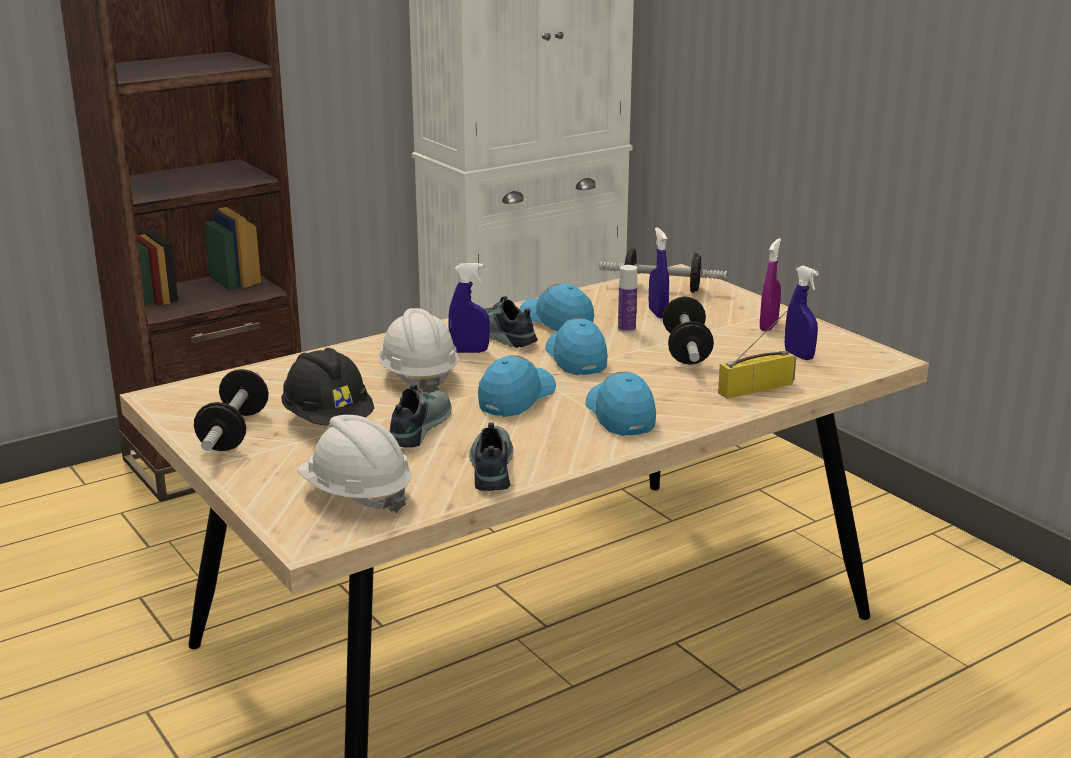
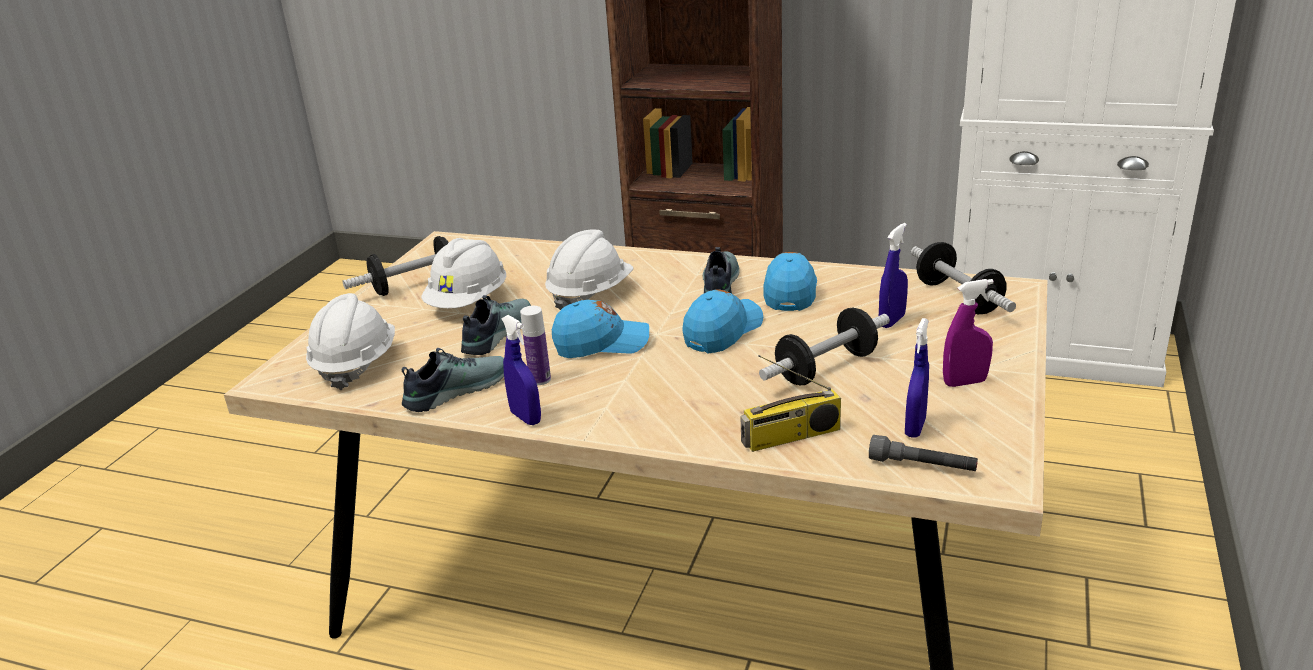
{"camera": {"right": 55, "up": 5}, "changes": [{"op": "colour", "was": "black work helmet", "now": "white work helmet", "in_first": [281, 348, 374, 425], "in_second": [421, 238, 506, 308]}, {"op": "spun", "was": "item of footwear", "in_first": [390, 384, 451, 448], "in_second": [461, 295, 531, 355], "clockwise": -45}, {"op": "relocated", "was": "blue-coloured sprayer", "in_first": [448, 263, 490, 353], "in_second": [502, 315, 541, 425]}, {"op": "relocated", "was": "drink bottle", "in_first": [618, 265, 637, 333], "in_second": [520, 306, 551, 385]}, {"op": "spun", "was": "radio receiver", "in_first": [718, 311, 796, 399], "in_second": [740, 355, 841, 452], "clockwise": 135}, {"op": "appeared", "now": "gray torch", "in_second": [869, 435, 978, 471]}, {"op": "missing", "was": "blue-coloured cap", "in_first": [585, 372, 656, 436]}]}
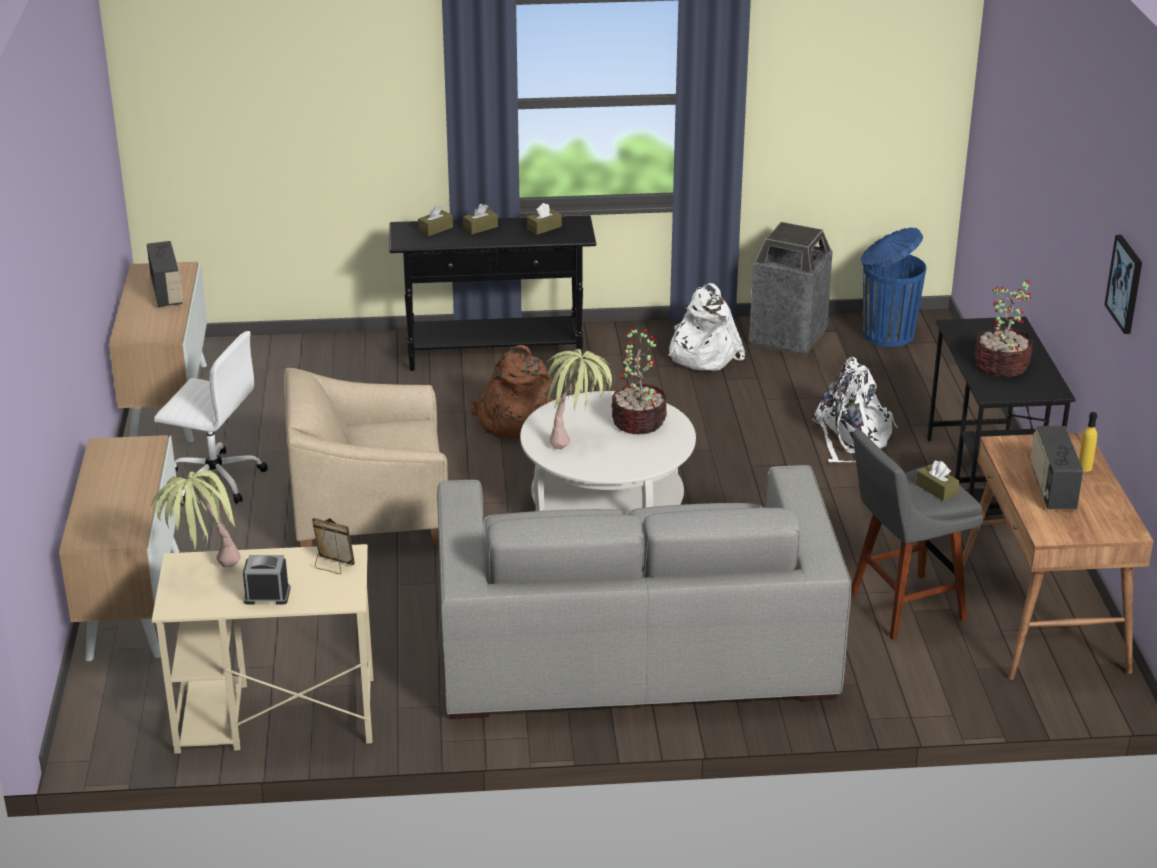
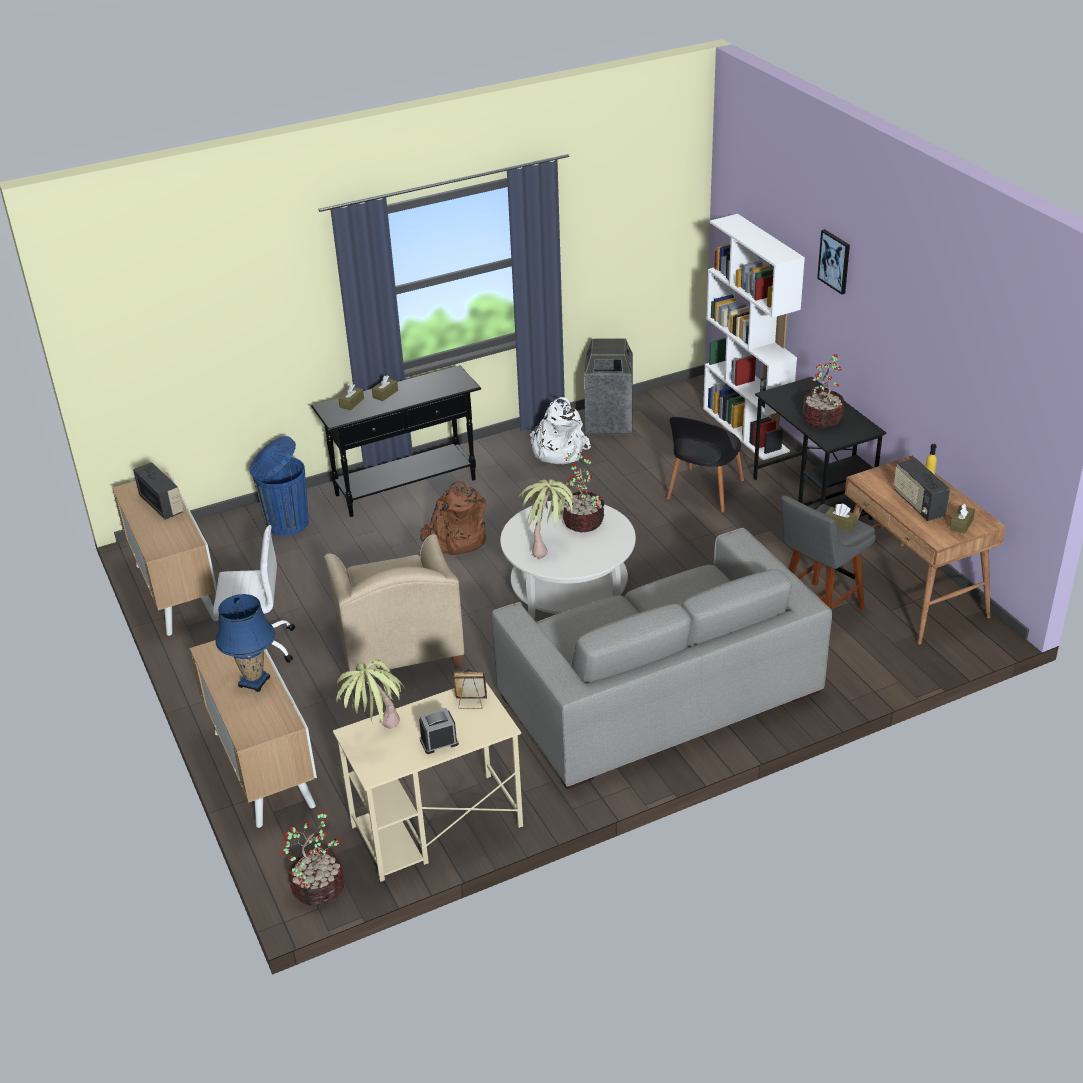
{"camera": {"right": -20, "up": 5}, "changes": [{"op": "appeared", "now": "blue-coloured tabletop lamp", "in_second": [215, 594, 276, 692]}, {"op": "relocated", "was": "blue-coloured trash can", "in_first": [861, 227, 926, 347], "in_second": [249, 436, 309, 536]}, {"op": "appeared", "now": "houseplant", "in_second": [280, 811, 344, 906]}, {"op": "spun", "was": "beige-coloured armchair", "in_first": [284, 368, 448, 547], "in_second": [324, 534, 464, 687], "clockwise": -75}, {"op": "exchanged", "was": "white backpack", "now": "black plain chair", "in_first": [812, 357, 898, 462], "in_second": [666, 417, 744, 513]}, {"op": "appeared", "now": "white shelving unit", "in_second": [703, 214, 805, 460]}, {"op": "relocated", "was": "wall art", "in_first": [1104, 235, 1142, 334], "in_second": [817, 229, 850, 295]}, {"op": "relocated", "was": "brown tissue box", "in_first": [527, 203, 562, 235], "in_second": [950, 503, 975, 534]}]}
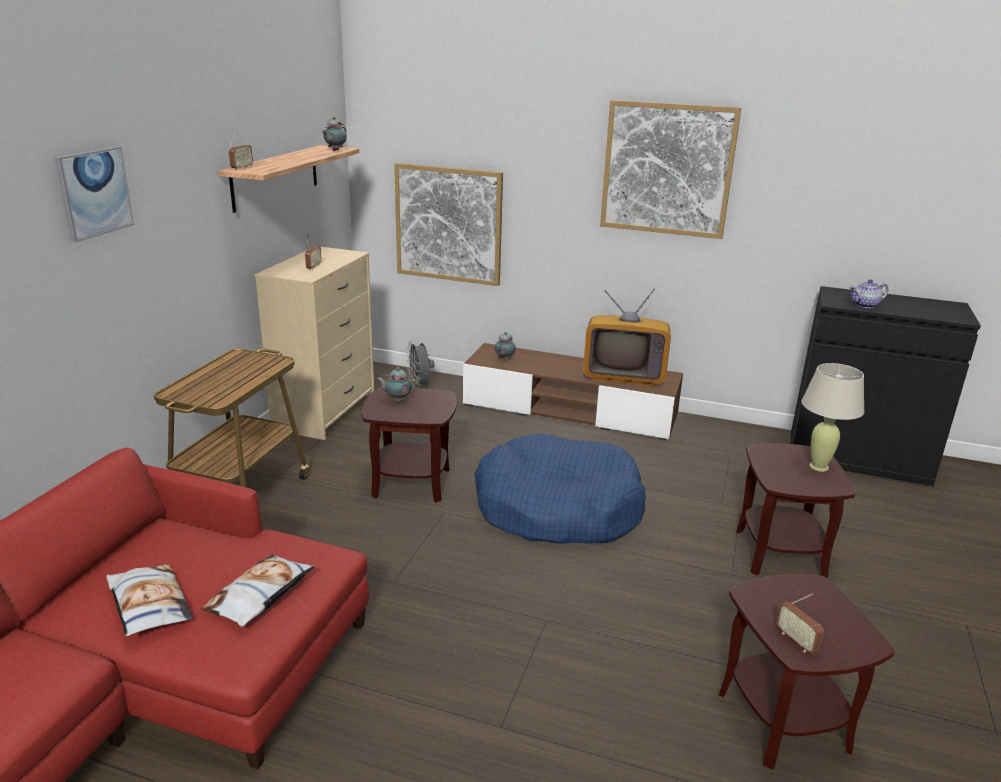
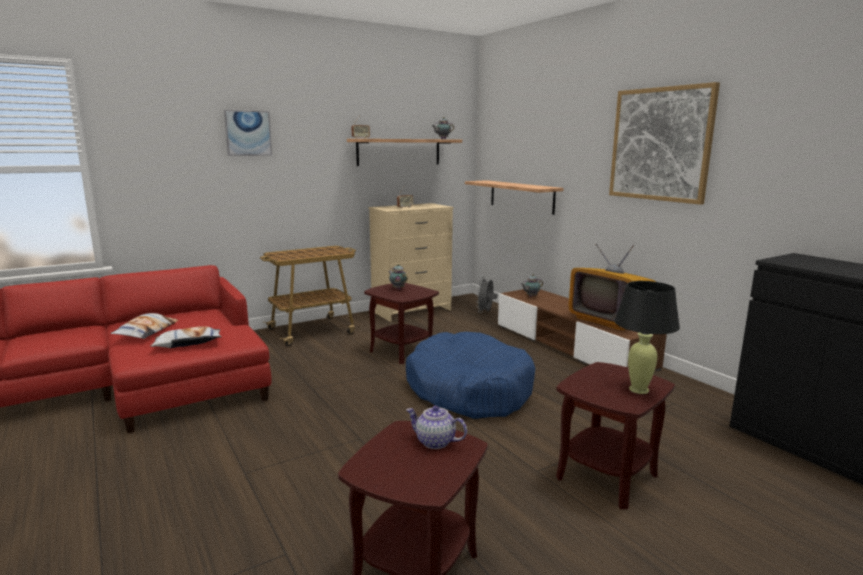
{"camera": {"right": 40, "up": -10}, "changes": [{"op": "relocated", "was": "tea pot", "in_first": [849, 279, 888, 308], "in_second": [406, 405, 467, 449]}, {"op": "exchanged", "was": "wall art", "now": "shelf", "in_first": [394, 163, 503, 286], "in_second": [465, 180, 563, 215]}, {"op": "colour", "was": "beige-coloured tabletop lamp", "now": "black tabletop lamp", "in_first": [801, 363, 865, 472], "in_second": [615, 281, 680, 394]}, {"op": "missing", "was": "radio receiver", "in_first": [776, 594, 824, 653]}]}
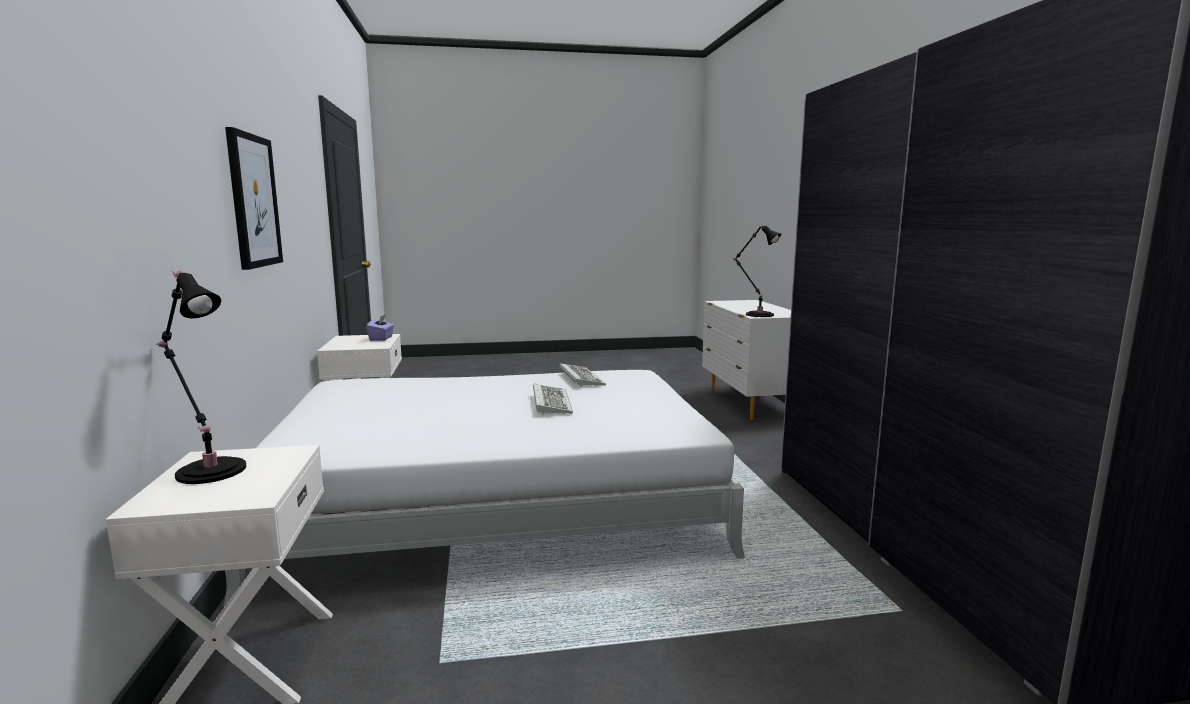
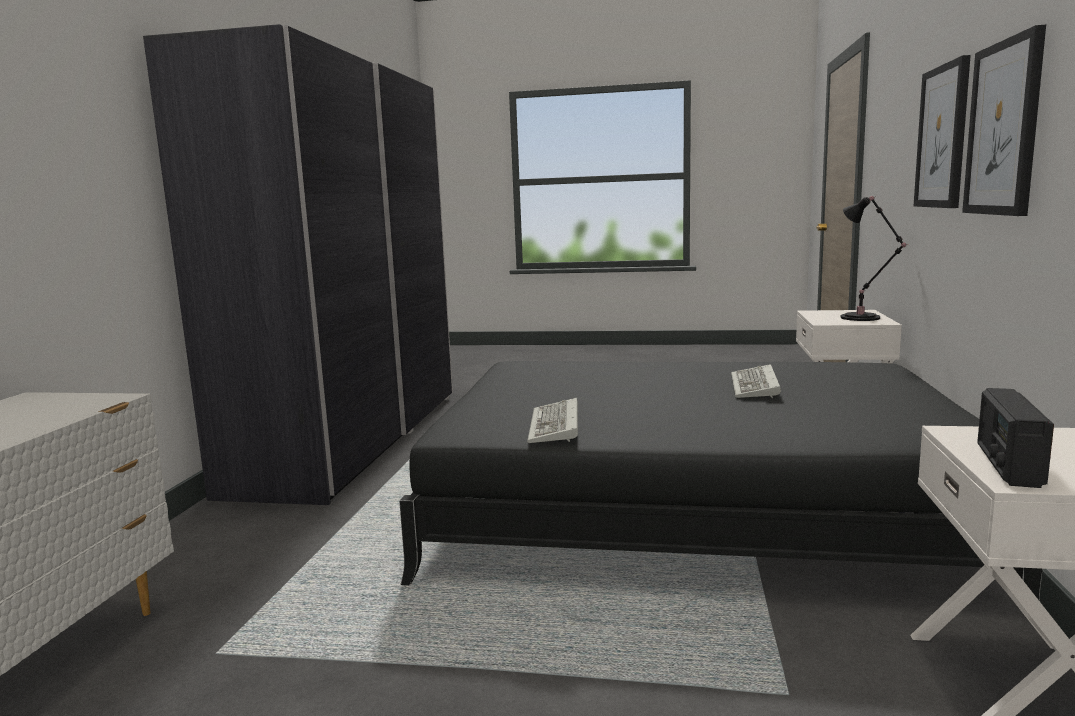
{"camera": {"right": -160, "up": 0}, "changes": [{"op": "colour", "was": "white bed", "now": "black bed", "in_first": [223, 370, 745, 607], "in_second": [399, 361, 1043, 601]}, {"op": "relocated", "was": "computer keyboard", "in_first": [533, 384, 573, 415], "in_second": [731, 364, 781, 398]}, {"op": "appeared", "now": "wall art", "in_second": [914, 55, 971, 208]}, {"op": "exchanged", "was": "purplish tissue box", "now": "radio receiver", "in_first": [366, 314, 394, 341], "in_second": [977, 388, 1054, 488]}, {"op": "missing", "was": "black tabletop lamp", "in_first": [734, 225, 781, 317]}]}
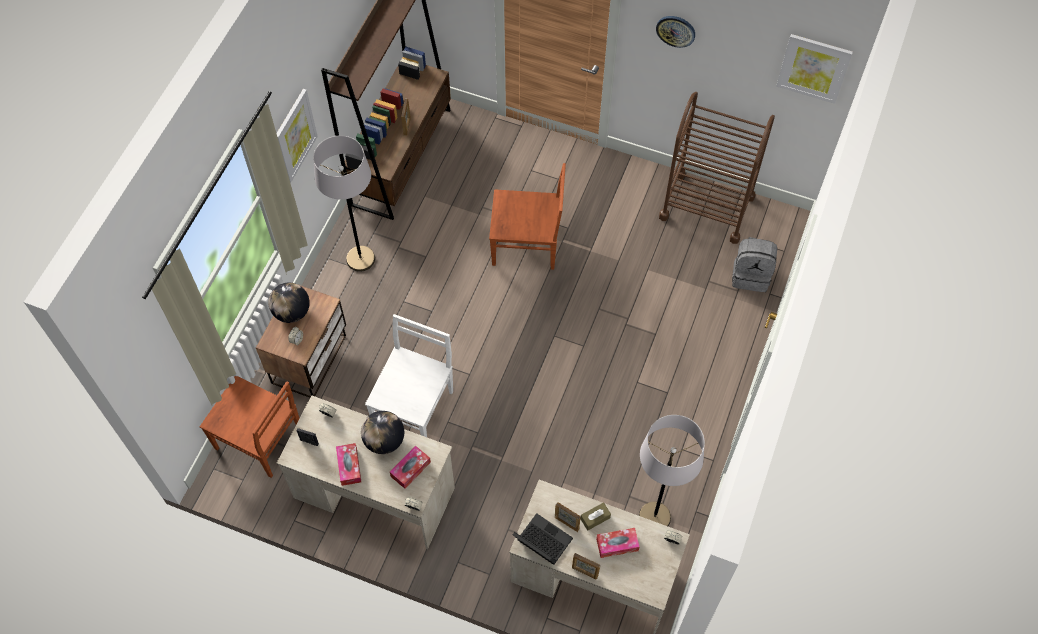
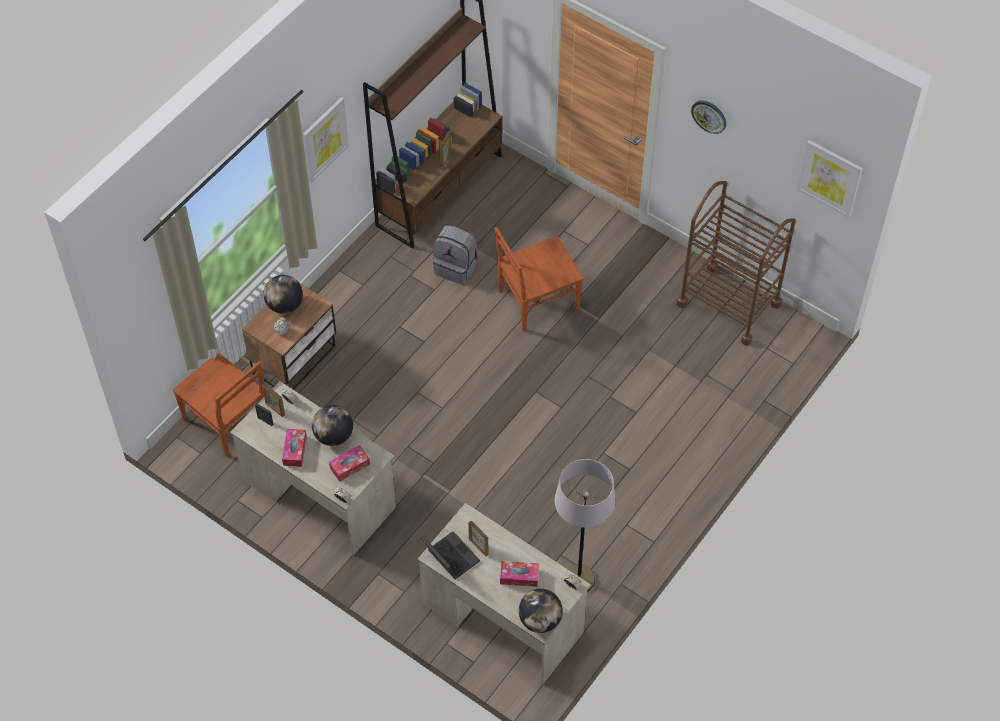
{"camera": {"right": 15, "up": -5}, "changes": [{"op": "relocated", "was": "standing frame", "in_first": [572, 553, 600, 579], "in_second": [262, 383, 285, 417]}, {"op": "relocated", "was": "gray backpack", "in_first": [732, 237, 777, 292], "in_second": [433, 225, 478, 285]}, {"op": "spun", "was": "brown plain chair", "in_first": [489, 163, 566, 270], "in_second": [495, 227, 584, 331], "clockwise": 135}, {"op": "appeared", "now": "desk globe", "in_second": [519, 589, 563, 633]}, {"op": "missing", "was": "gray standing lamp", "in_first": [313, 135, 375, 272]}, {"op": "missing", "was": "white plain chair", "in_first": [365, 314, 453, 437]}, {"op": "missing", "was": "brown tissue box", "in_first": [580, 502, 611, 531]}]}
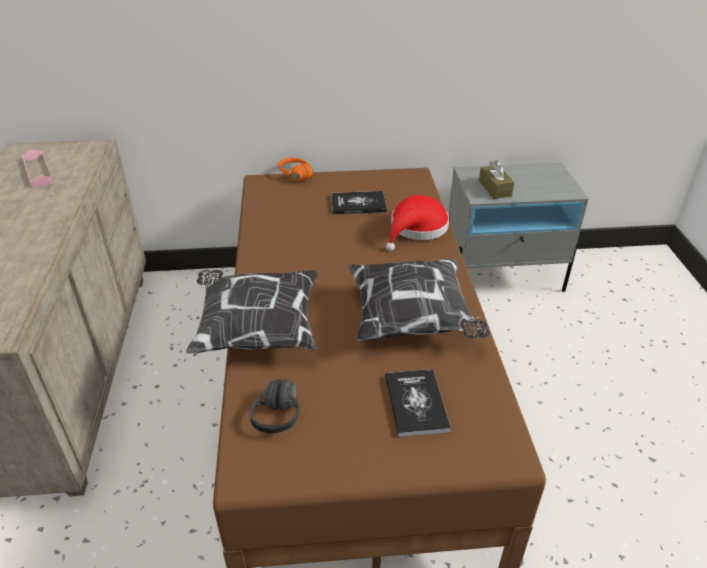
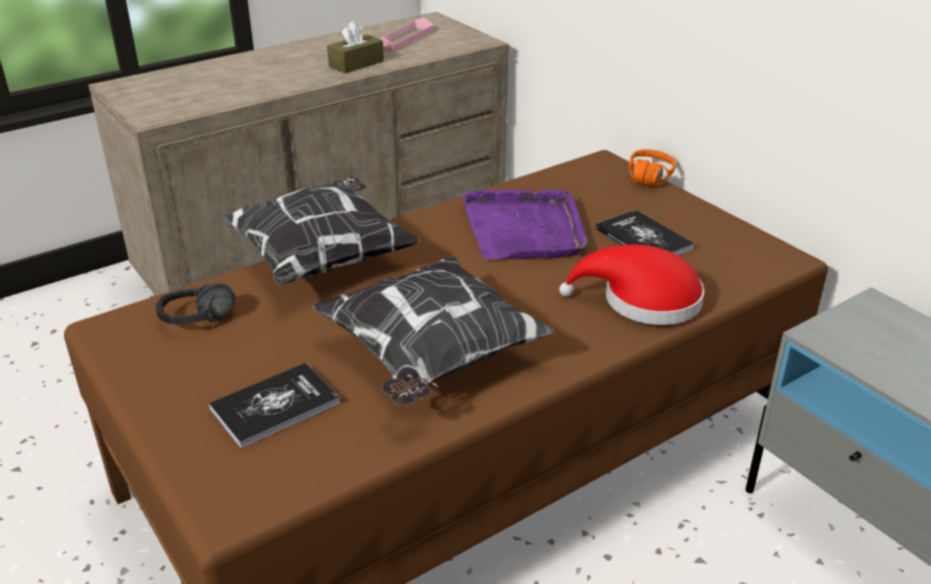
{"camera": {"right": 60, "up": -5}, "changes": [{"op": "relocated", "was": "brown tissue box", "in_first": [479, 160, 514, 199], "in_second": [327, 21, 384, 73]}, {"op": "appeared", "now": "purplish serving tray", "in_second": [462, 189, 588, 259]}]}
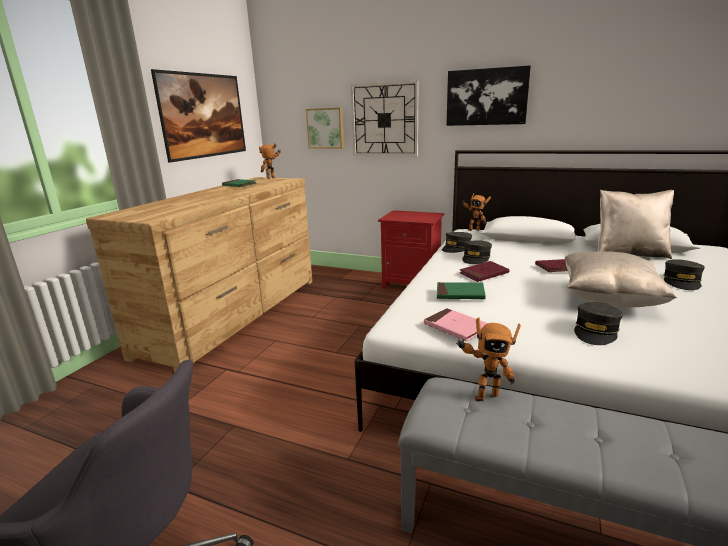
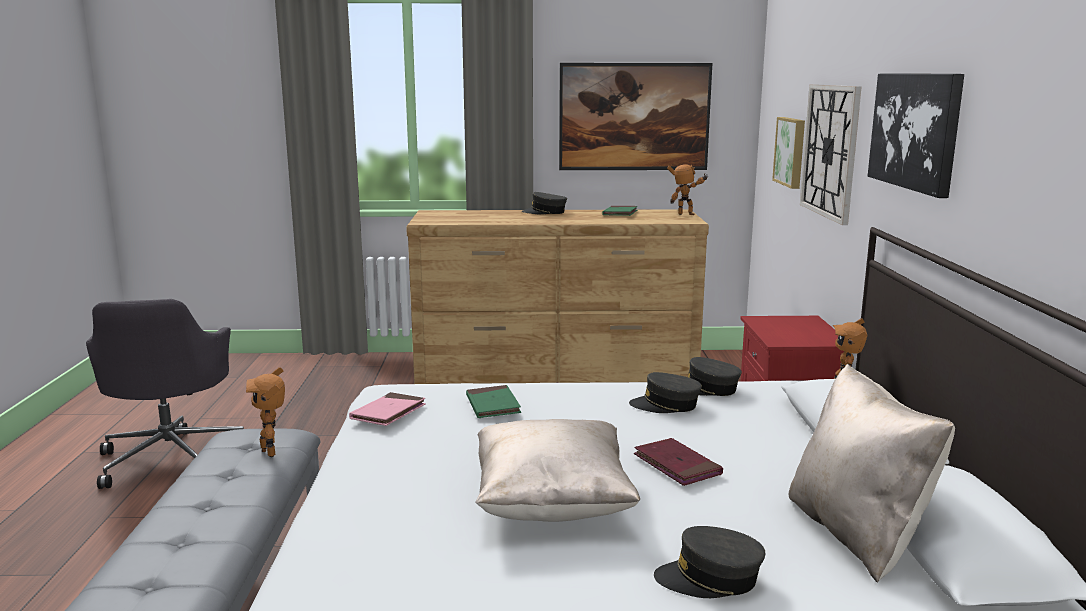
{"camera": {"right": 65, "up": -5}, "changes": [{"op": "relocated", "was": "gray cap", "in_first": [574, 302, 623, 345], "in_second": [522, 192, 567, 214]}, {"op": "missing", "was": "red volume", "in_first": [460, 261, 509, 282]}]}
